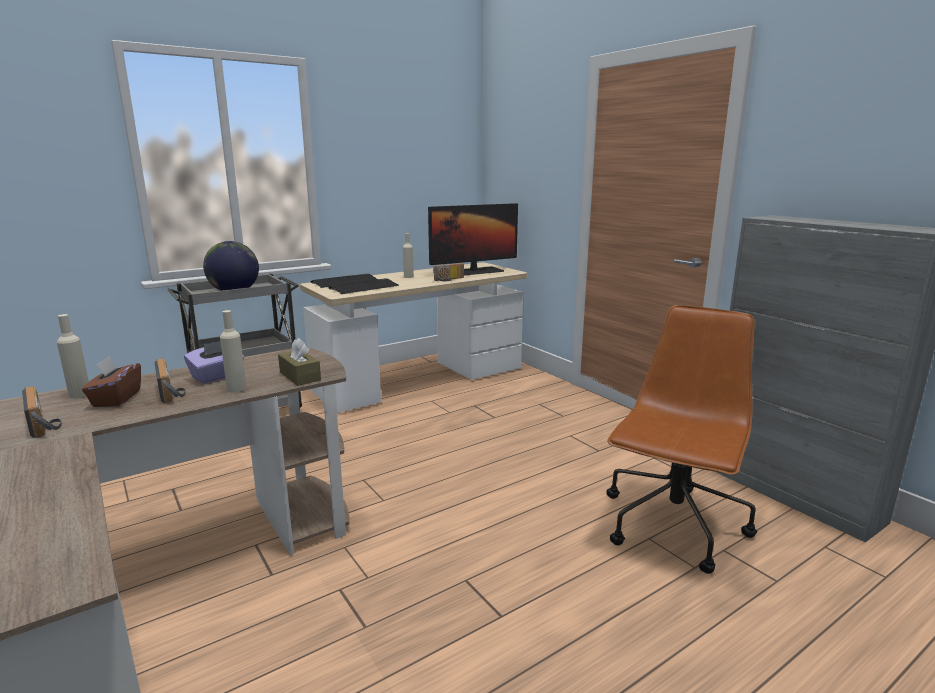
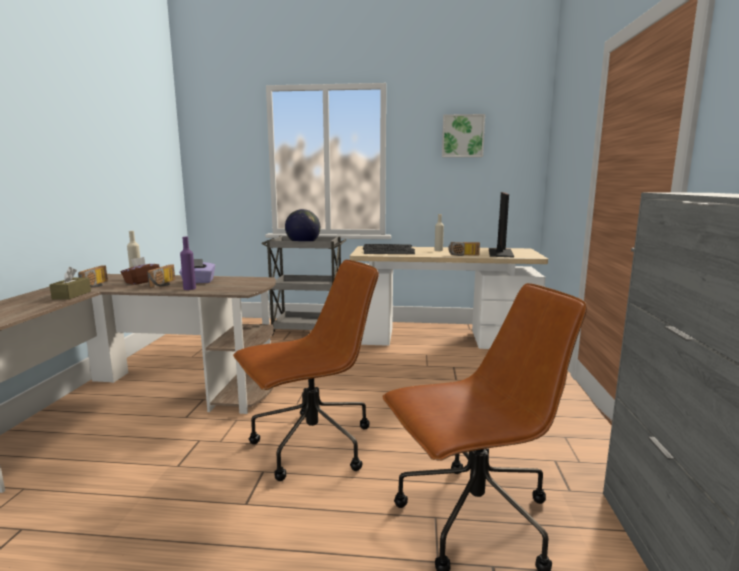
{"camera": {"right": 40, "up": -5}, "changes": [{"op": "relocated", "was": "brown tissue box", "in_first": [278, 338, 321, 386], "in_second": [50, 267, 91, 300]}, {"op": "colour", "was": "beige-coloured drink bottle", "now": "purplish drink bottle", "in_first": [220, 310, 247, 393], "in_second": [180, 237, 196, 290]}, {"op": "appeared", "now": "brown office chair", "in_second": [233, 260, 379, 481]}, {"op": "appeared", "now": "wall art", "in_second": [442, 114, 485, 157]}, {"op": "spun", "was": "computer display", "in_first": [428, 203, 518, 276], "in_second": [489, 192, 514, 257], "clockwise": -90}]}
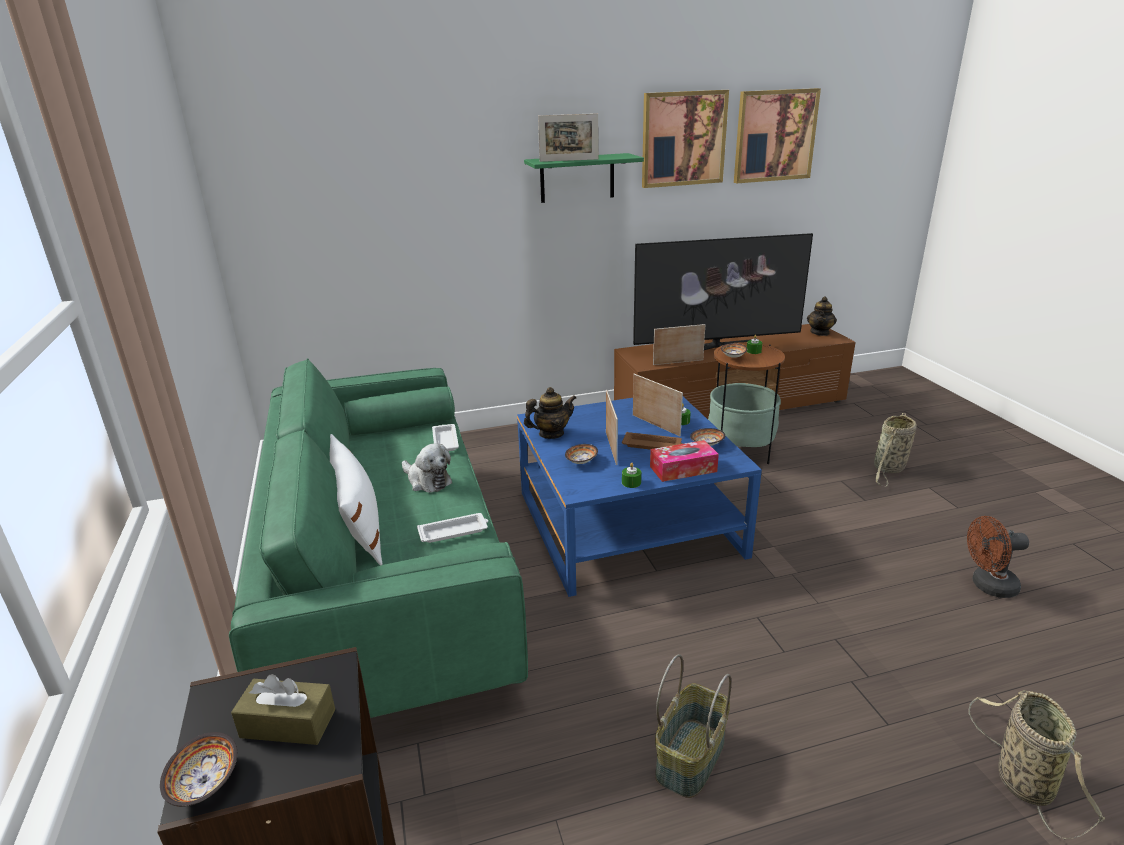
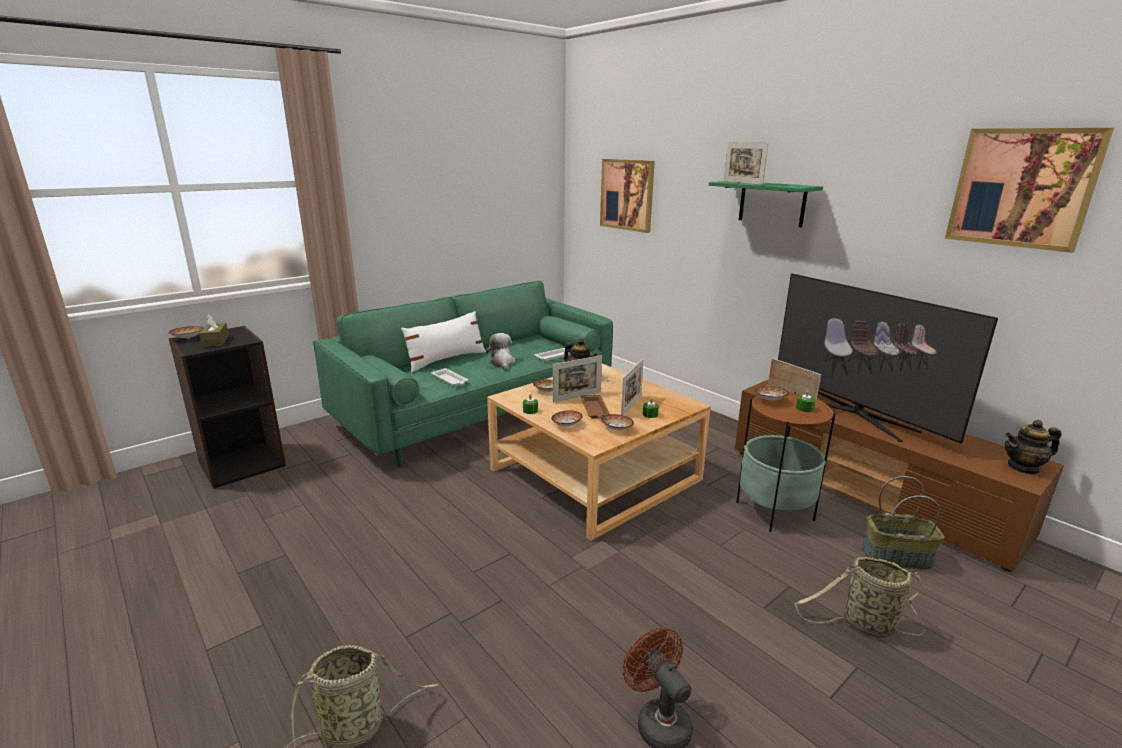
{"camera": {"right": 65, "up": -5}, "changes": [{"op": "spun", "was": "soft toy", "in_first": [402, 443, 452, 493], "in_second": [486, 333, 516, 371], "clockwise": 150}, {"op": "colour", "was": "blue-coloured low table", "now": "beige-coloured low table", "in_first": [517, 397, 762, 597], "in_second": [487, 364, 711, 541]}, {"op": "exchanged", "was": "tissue box", "now": "serving bowl", "in_first": [650, 440, 719, 482], "in_second": [551, 410, 583, 426]}, {"op": "relocated", "was": "wall art", "in_first": [642, 90, 729, 188], "in_second": [600, 159, 655, 233]}, {"op": "relocated", "was": "basket", "in_first": [655, 654, 732, 798], "in_second": [862, 476, 944, 570]}]}
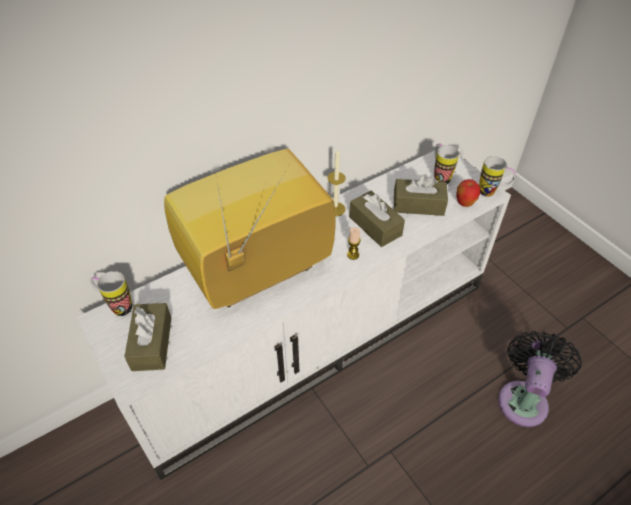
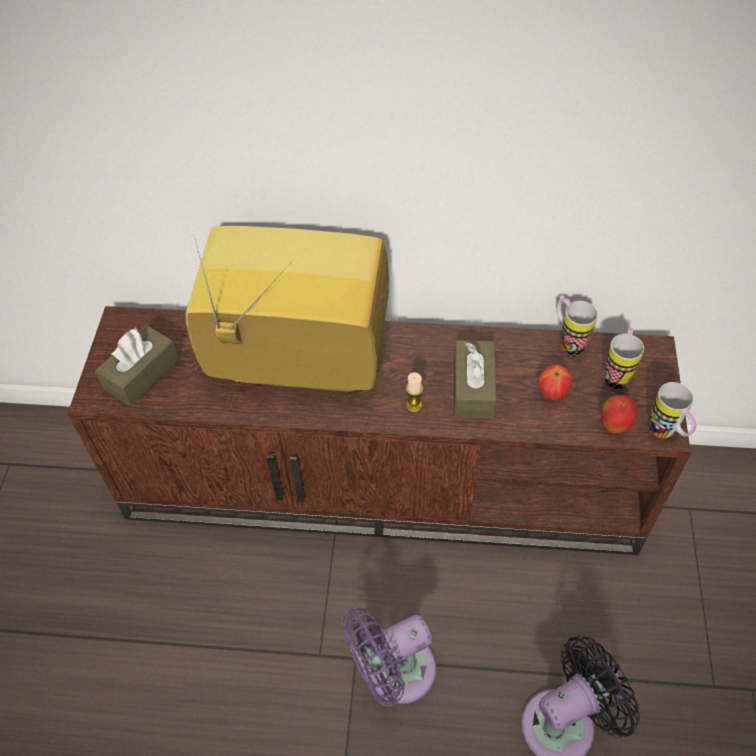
{"camera": {"right": 40, "up": 5}, "changes": [{"op": "colour", "was": "white media console", "now": "brown media console", "in_first": [76, 150, 511, 480], "in_second": [67, 306, 692, 555]}, {"op": "appeared", "now": "purplish cooling fan", "in_second": [342, 607, 436, 706]}, {"op": "exchanged", "was": "brown tissue box", "now": "apple fruit", "in_first": [394, 174, 448, 216], "in_second": [538, 365, 573, 401]}, {"op": "relocated", "was": "tea mug", "in_first": [90, 271, 132, 316], "in_second": [557, 298, 598, 356]}, {"op": "missing", "was": "wax light", "in_first": [327, 149, 346, 217]}]}
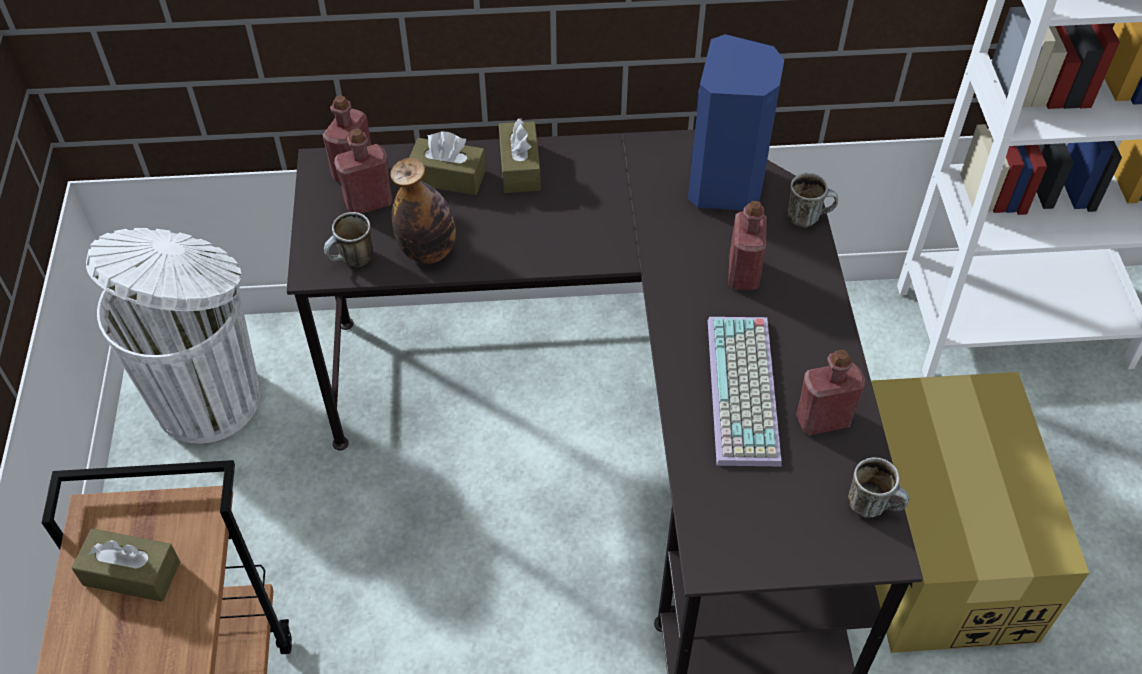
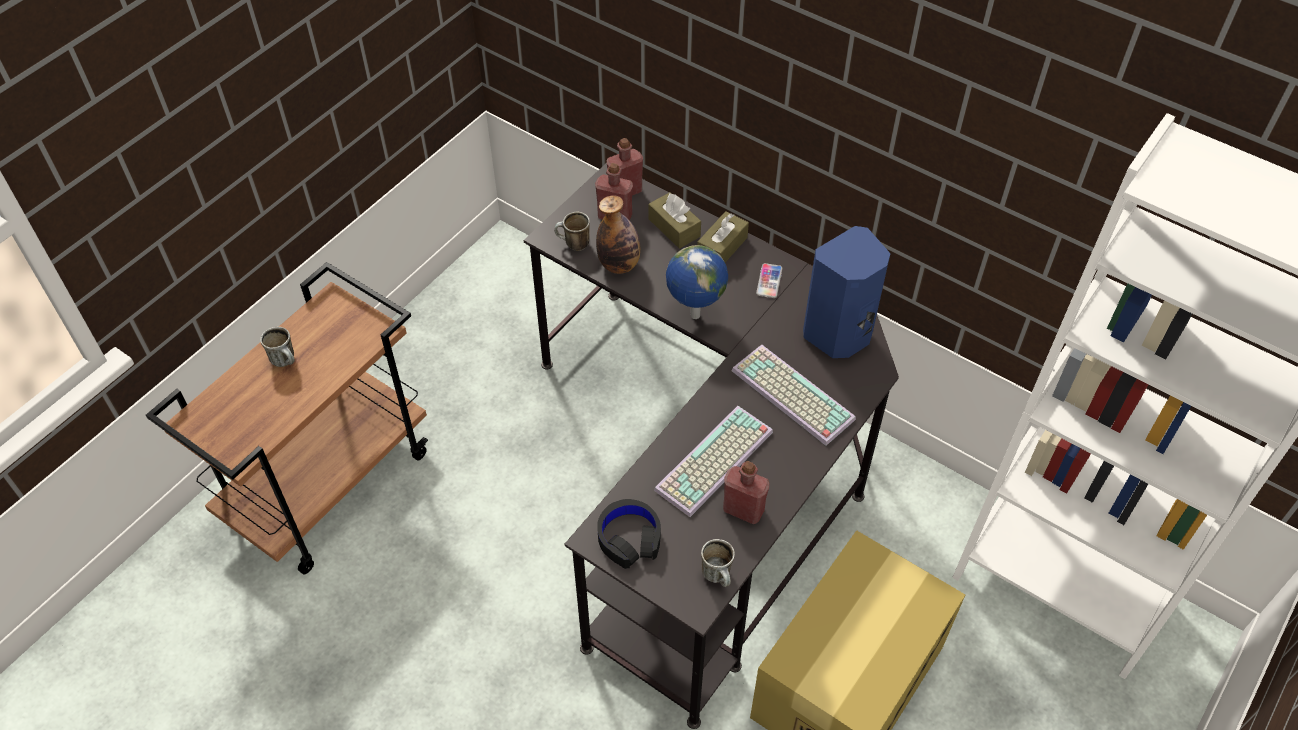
{"camera": {"right": 40, "up": 0}, "changes": [{"op": "relocated", "was": "tea mug", "in_first": [788, 173, 838, 228], "in_second": [260, 327, 295, 367]}, {"op": "appeared", "now": "black headphones", "in_second": [597, 499, 661, 569]}, {"op": "appeared", "now": "desk globe", "in_second": [666, 245, 728, 319]}, {"op": "exchanged", "was": "red drink bottle", "now": "computer keyboard", "in_first": [728, 201, 767, 290], "in_second": [732, 345, 856, 446]}, {"op": "appeared", "now": "phone", "in_second": [756, 263, 783, 298]}, {"op": "missing", "was": "brown tissue box", "in_first": [72, 528, 180, 602]}, {"op": "missing", "was": "white trash can", "in_first": [86, 228, 260, 444]}]}
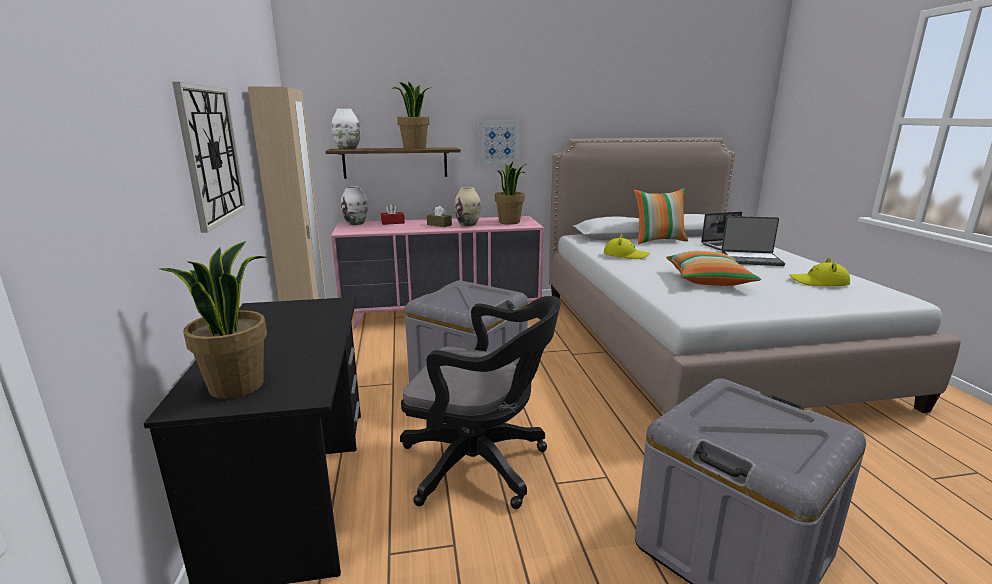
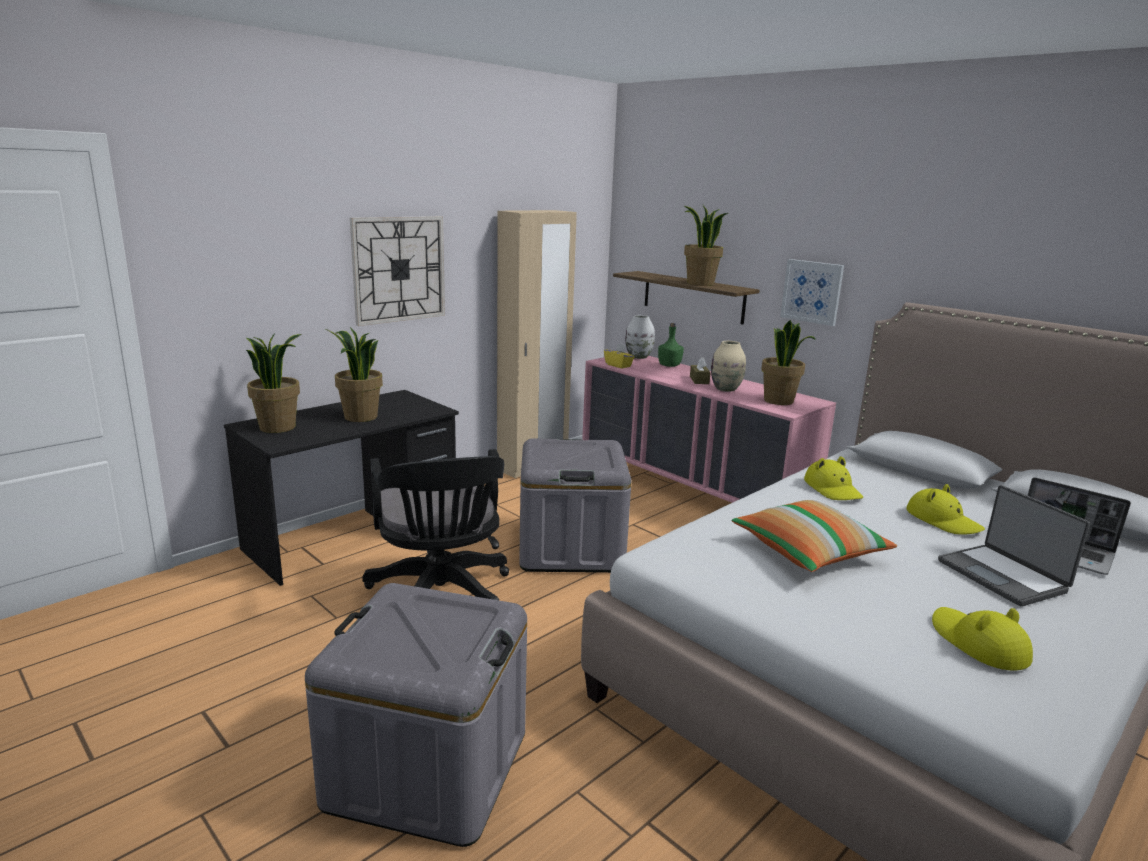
{"camera": {"right": 55, "up": 0}, "changes": [{"op": "appeared", "now": "houseplant", "in_second": [326, 327, 383, 422]}, {"op": "appeared", "now": "yellow-coloured tissue box", "in_second": [604, 344, 634, 368]}, {"op": "exchanged", "was": "red tissue box", "now": "green drink bottle", "in_first": [381, 204, 405, 225], "in_second": [658, 323, 684, 367]}, {"op": "appeared", "now": "yellow-coloured hat", "in_second": [907, 484, 985, 535]}, {"op": "missing", "was": "white vase", "in_first": [332, 109, 360, 150]}, {"op": "missing", "was": "pillow", "in_first": [634, 188, 688, 244]}]}
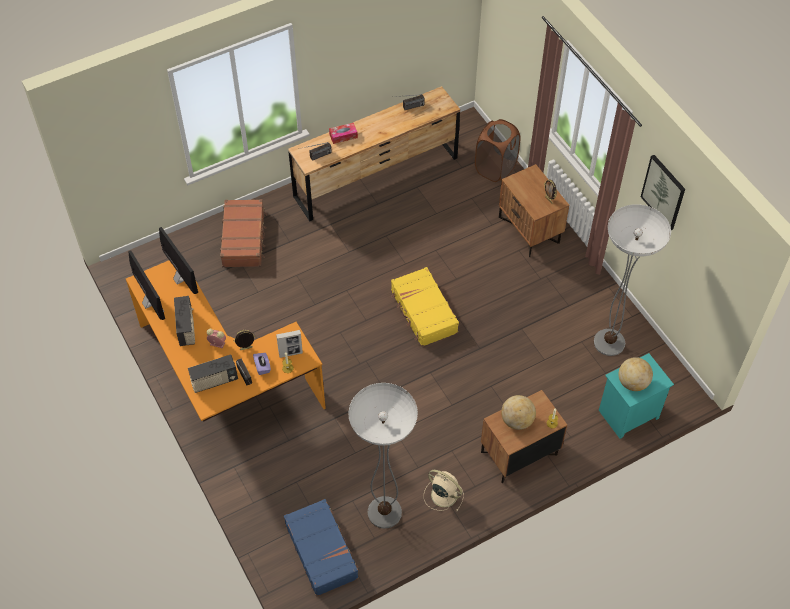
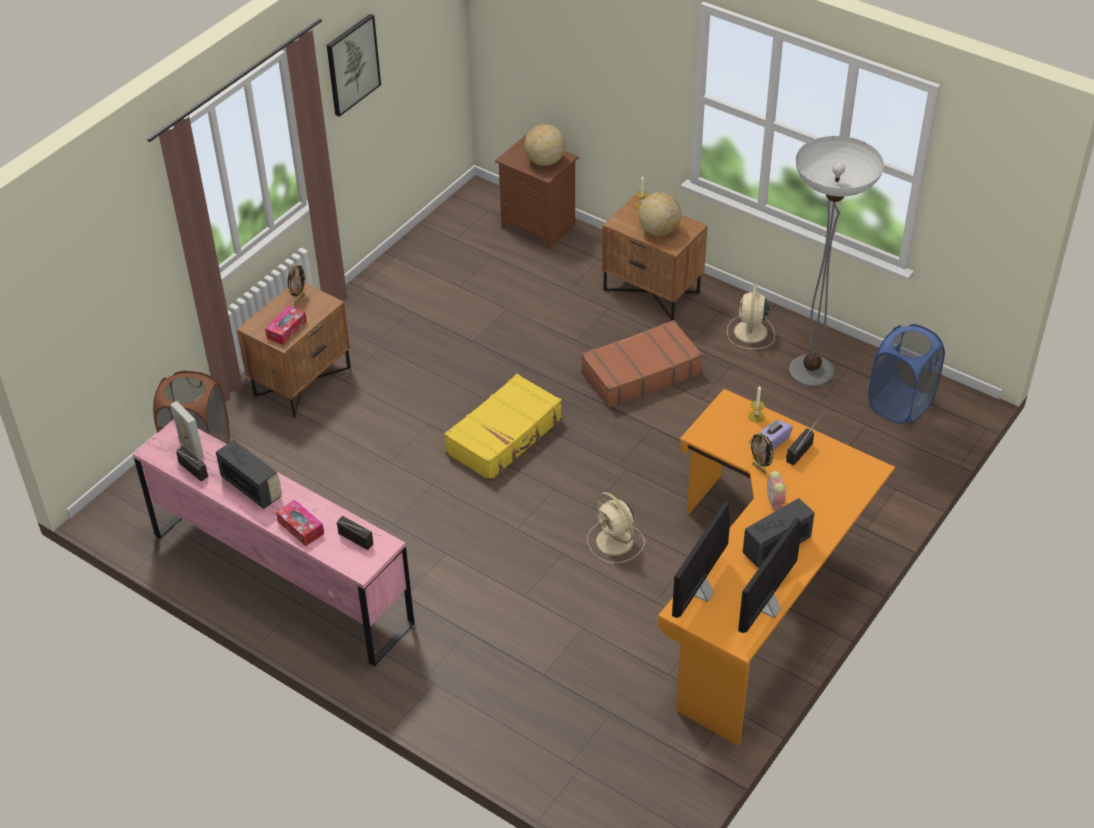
{"camera": {"right": -115, "up": -10}, "changes": [{"op": "colour", "was": "brown dresser", "now": "pinkish dresser", "in_first": [288, 86, 460, 222], "in_second": [133, 419, 415, 666]}, {"op": "relocated", "was": "standing frame", "in_first": [276, 330, 303, 358], "in_second": [170, 401, 204, 459]}, {"op": "relocated", "was": "radio receiver", "in_first": [188, 355, 238, 393], "in_second": [216, 440, 282, 509]}, {"op": "appeared", "now": "tissue box", "in_second": [265, 306, 307, 345]}, {"op": "colour", "was": "turquoise night table", "now": "brown night table", "in_first": [599, 353, 674, 439], "in_second": [495, 135, 578, 248]}, {"op": "relocated", "was": "brown piece of luggage", "in_first": [220, 199, 267, 267], "in_second": [581, 320, 703, 409]}, {"op": "appeared", "now": "beige-coloured cooling fan", "in_second": [587, 492, 645, 564]}, {"op": "exchanged", "was": "blue-coloured piece of luggage", "now": "blue-coloured washing basket", "in_first": [284, 499, 358, 597], "in_second": [868, 324, 945, 424]}, {"op": "missing", "was": "standing lamp", "in_first": [594, 204, 671, 356]}]}
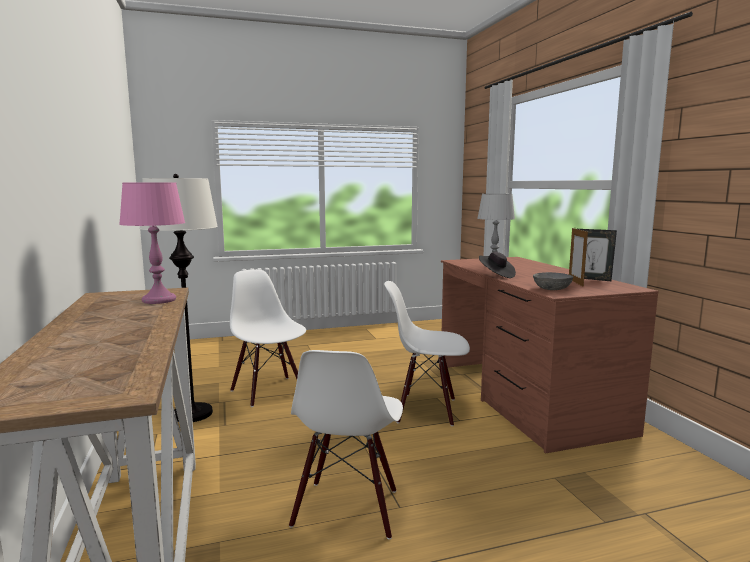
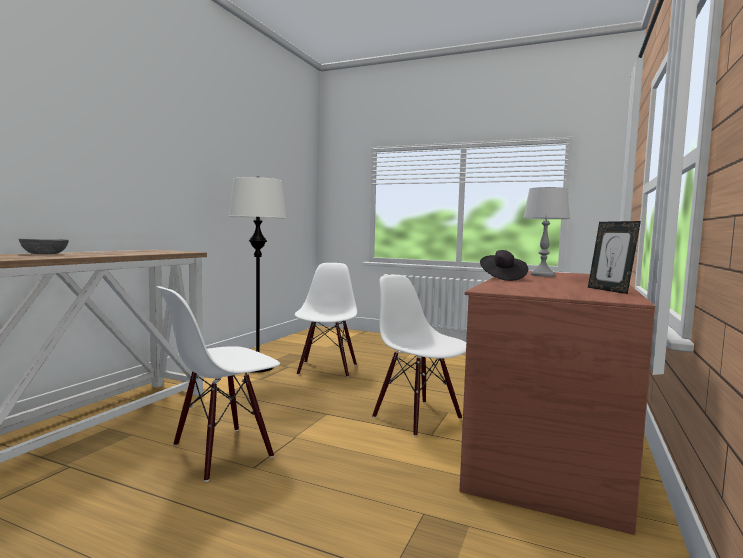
{"camera": {"right": 40, "up": -5}, "changes": [{"op": "relocated", "was": "gray serving bowl", "in_first": [533, 272, 573, 290], "in_second": [19, 238, 69, 254]}, {"op": "missing", "was": "pinkish tabletop lamp", "in_first": [119, 182, 185, 304]}, {"op": "missing", "was": "standing frame", "in_first": [569, 228, 588, 287]}]}
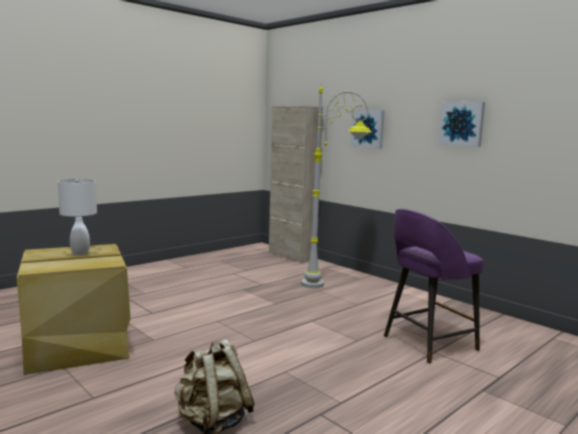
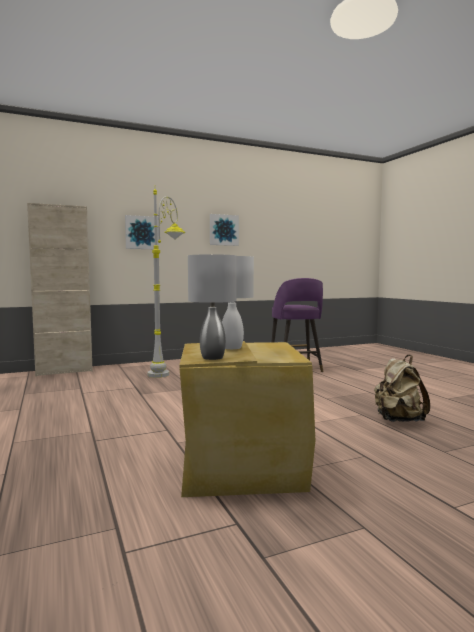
{"camera": {"right": -70, "up": -5}, "changes": [{"op": "appeared", "now": "gray tabletop lamp", "in_second": [188, 254, 236, 360]}]}
